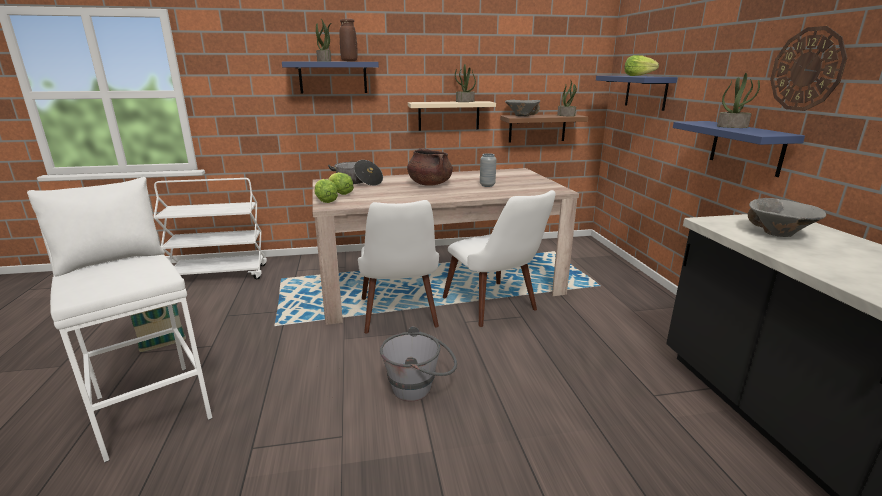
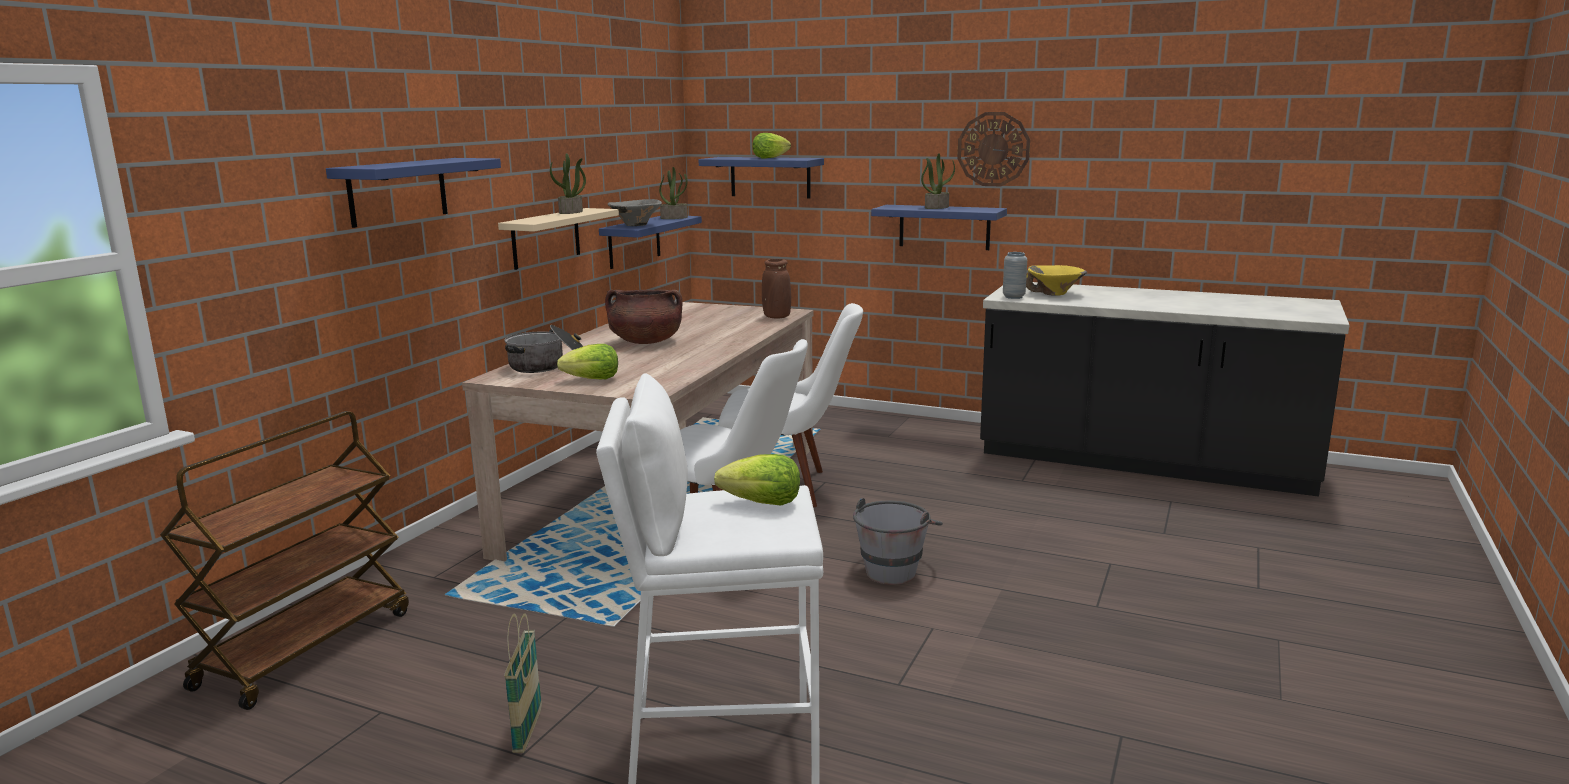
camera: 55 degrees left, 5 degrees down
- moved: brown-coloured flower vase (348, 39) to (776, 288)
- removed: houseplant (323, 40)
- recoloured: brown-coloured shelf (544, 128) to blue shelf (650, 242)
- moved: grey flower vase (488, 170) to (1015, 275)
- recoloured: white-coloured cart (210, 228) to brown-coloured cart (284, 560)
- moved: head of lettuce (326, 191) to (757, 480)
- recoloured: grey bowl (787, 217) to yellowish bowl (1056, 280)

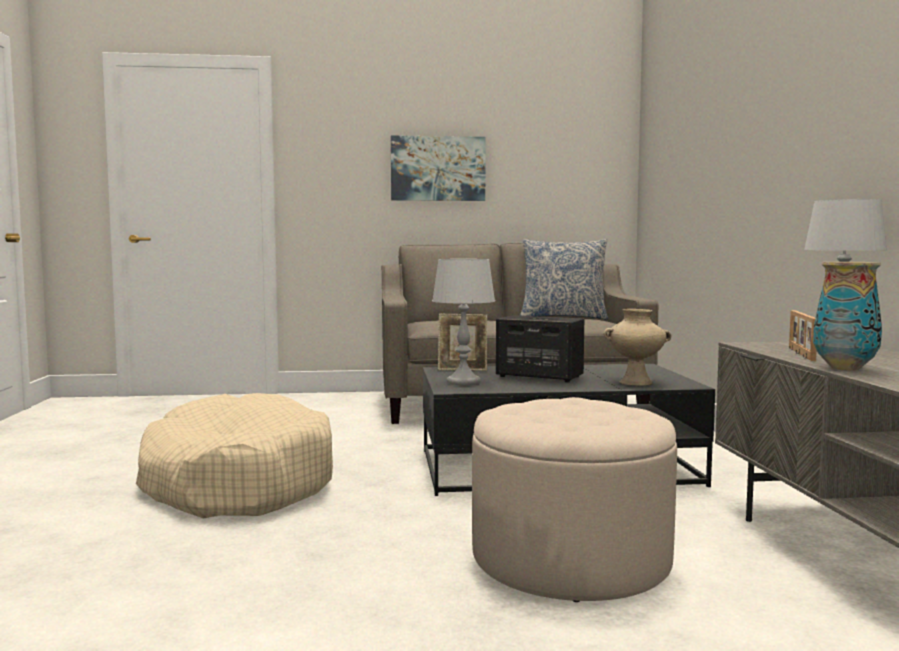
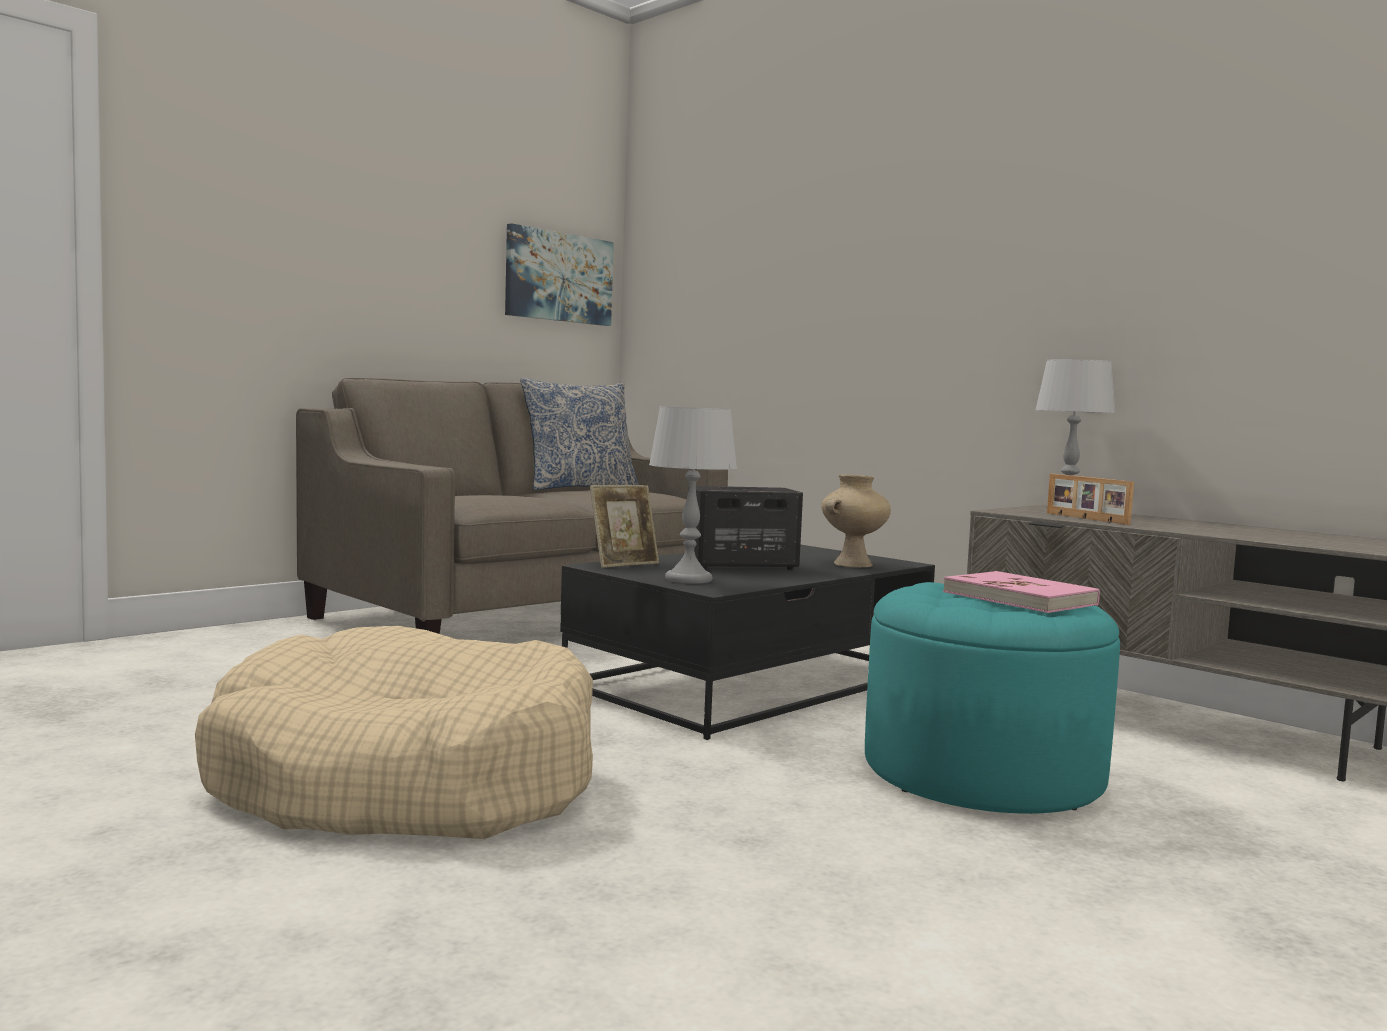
camera: 40 degrees left, 0 degrees up
- moved: wall art (438, 168) to (559, 274)
- removed: flower vase (847, 316)
- recoloured: sand-coloured pouffe (574, 499) to blue-green pouffe (992, 698)
- added: pinkish volume (1021, 592)

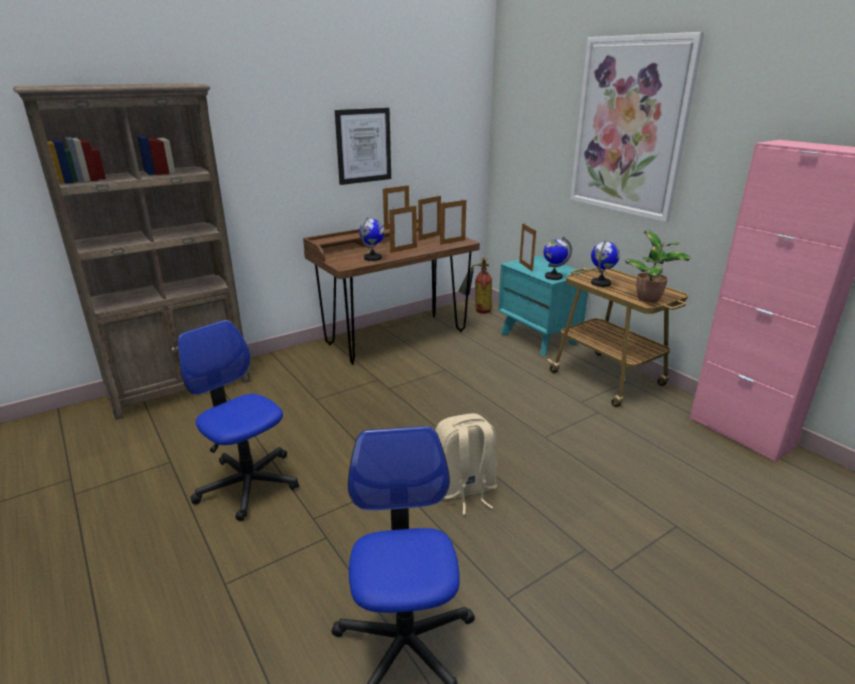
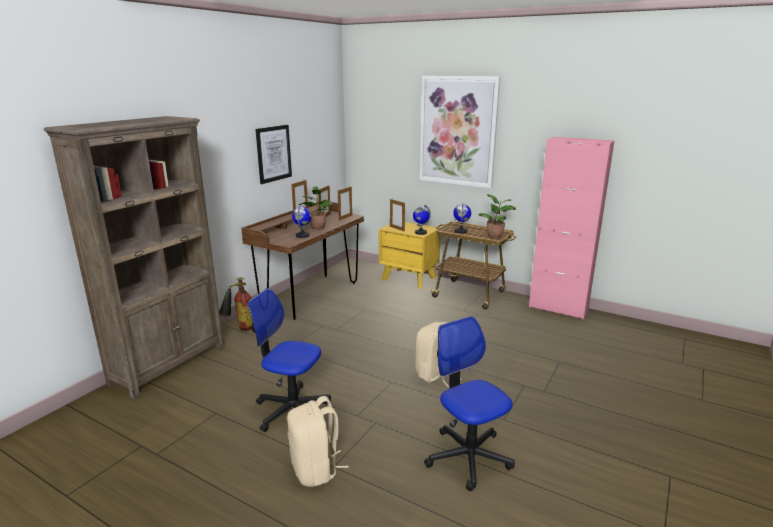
camera: 25 degrees left, 5 degrees down
- replaced: photo frame (403, 229) to houseplant (316, 208)
- recoloured: blue-green night table (543, 305) to yellowish night table (409, 255)
- moved: fire-fighting cylinder (475, 286) to (236, 304)
- added: sand-coloured rucksack (318, 441)

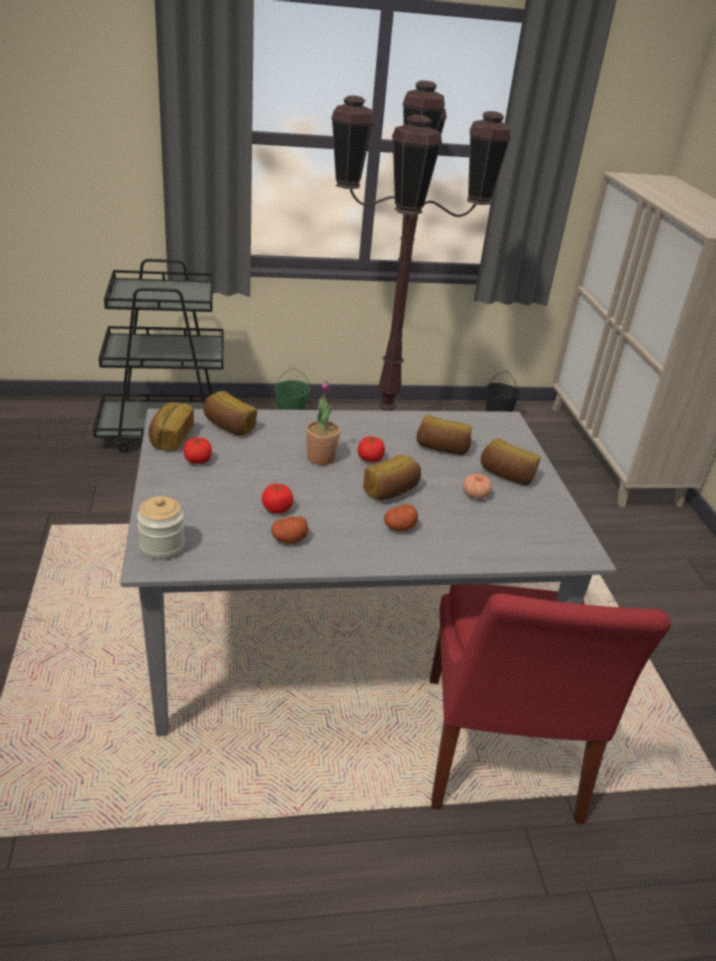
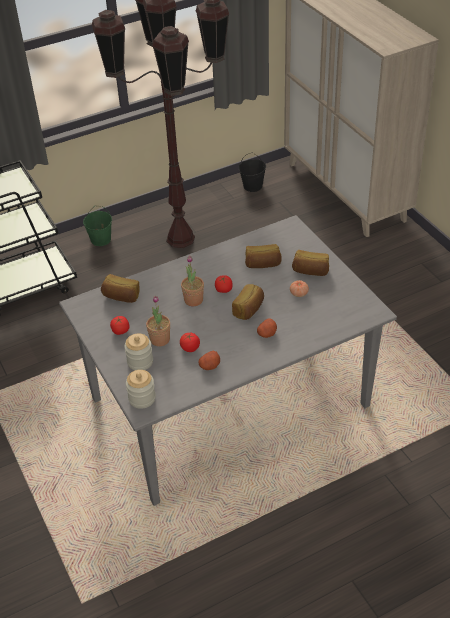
camera: 15 degrees left, 10 degrees up
- removed: bakery bread (171, 426)
- removed: red plain chair (550, 704)
- added: houseplant (158, 321)
- added: jar (138, 352)

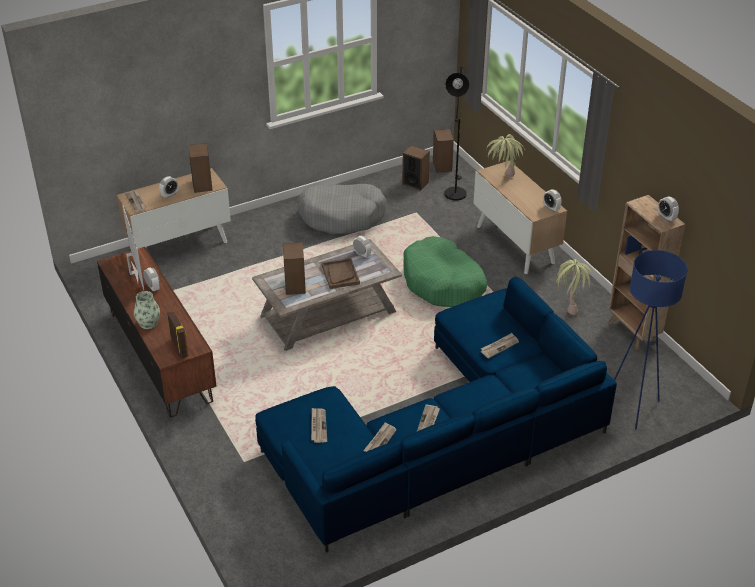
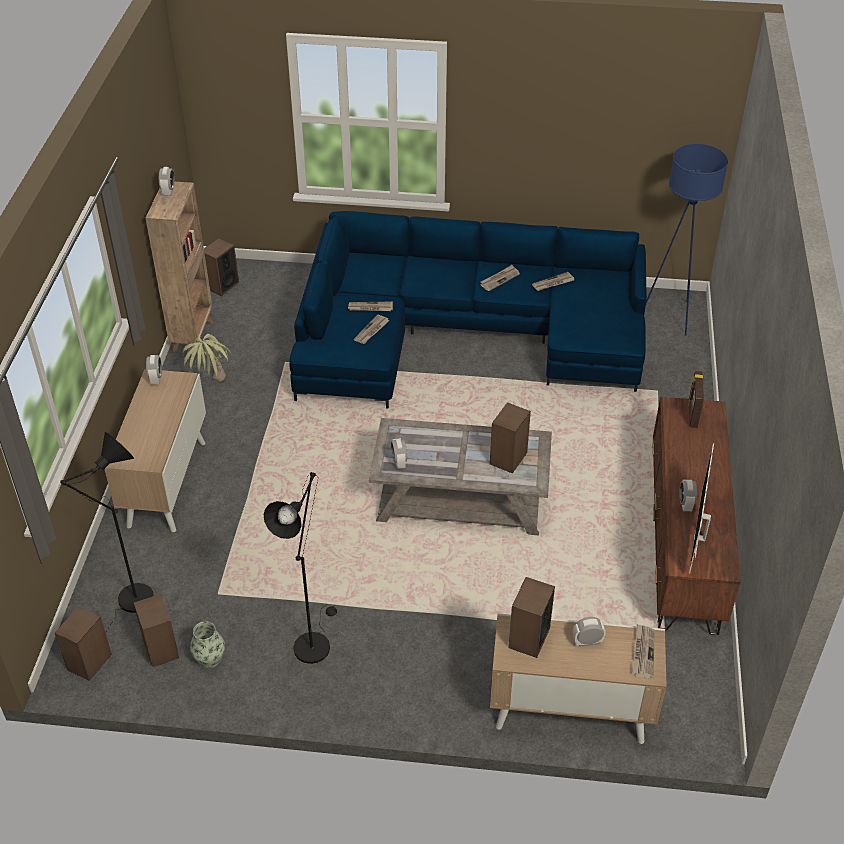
camera: 145 degrees left, 5 degrees up
- removed: houseplant (506, 155)
- replaced: grey dog bed (342, 209) to black standard lamp (300, 568)
- removed: green dog bed (445, 271)
- moved: blue standard lamp (650, 340) to (687, 240)
- removed: brown-coloured serving tray (340, 273)
- moved: flower vase (147, 310) to (207, 644)
- moved: newspaper (319, 425) to (372, 329)
- added: audio speaker (221, 267)

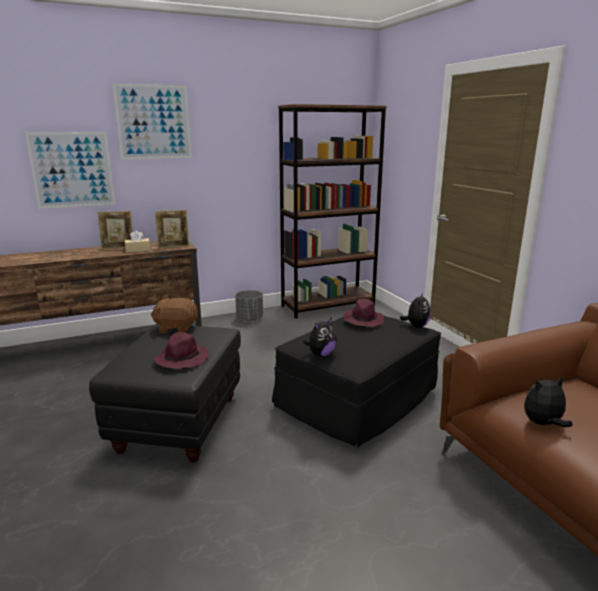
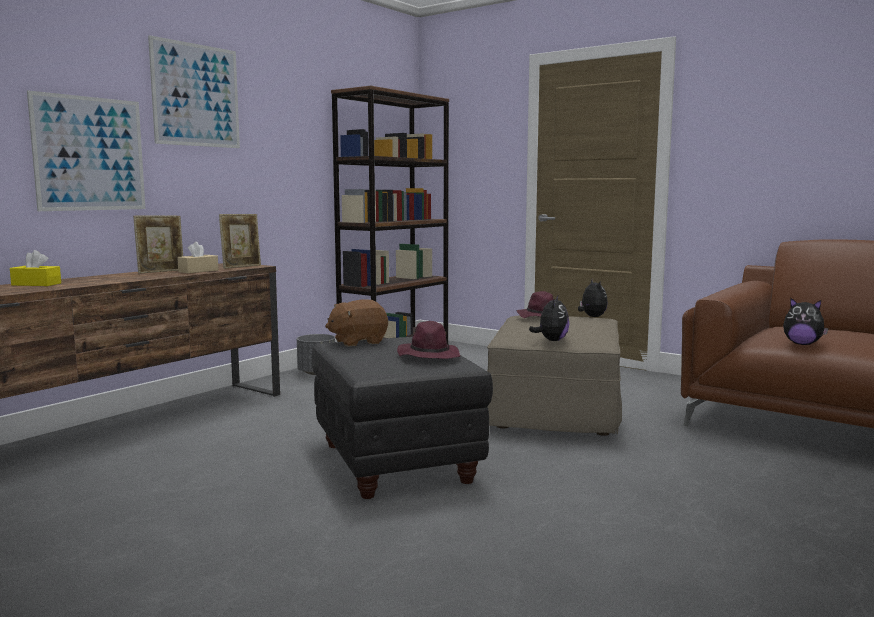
camera: 30 degrees left, 10 degrees down
- recoloured: black pouffe (356, 381) to sand-coloured pouffe (554, 375)
- turned: cuddly toy (548, 401) = (806, 321) 105 degrees counterclockwise
- added: yellowish box of tissues (35, 268)

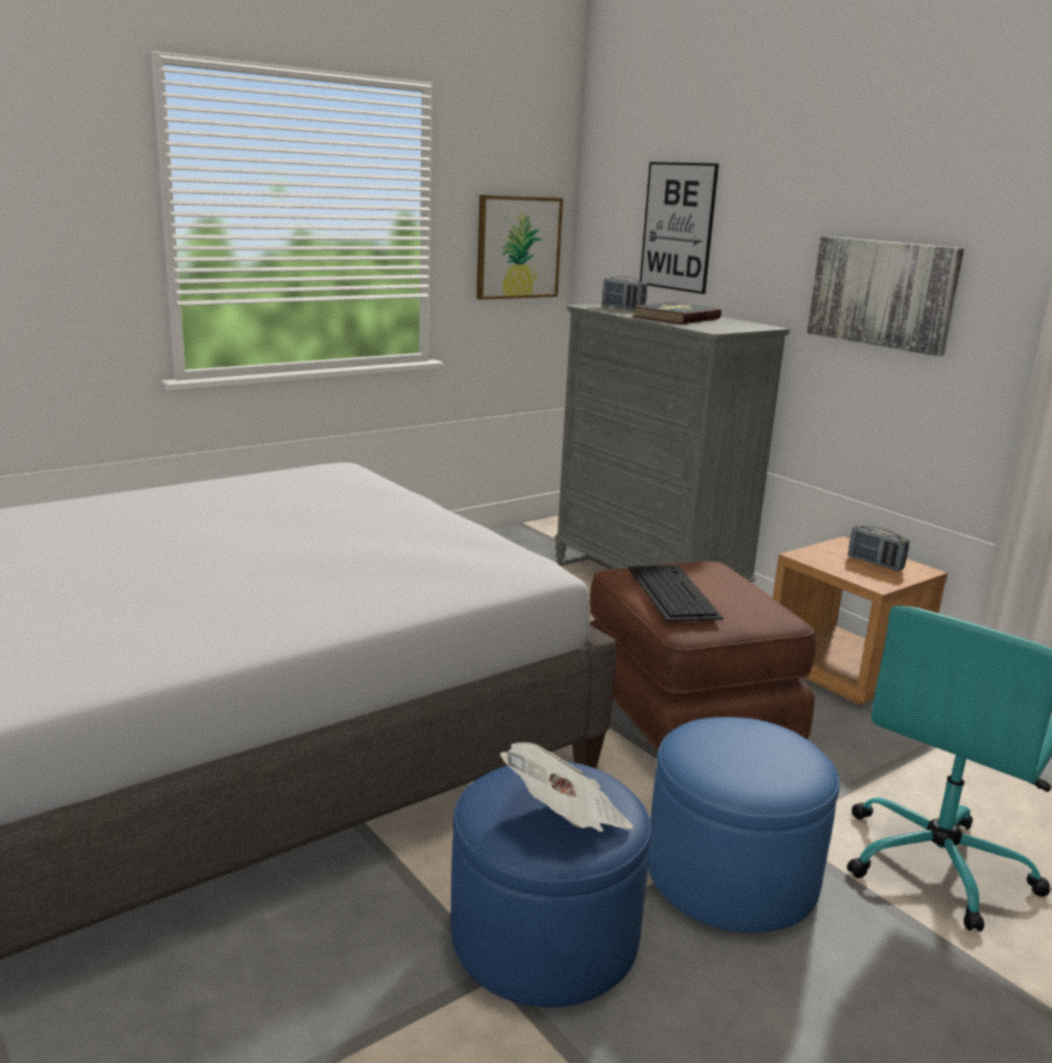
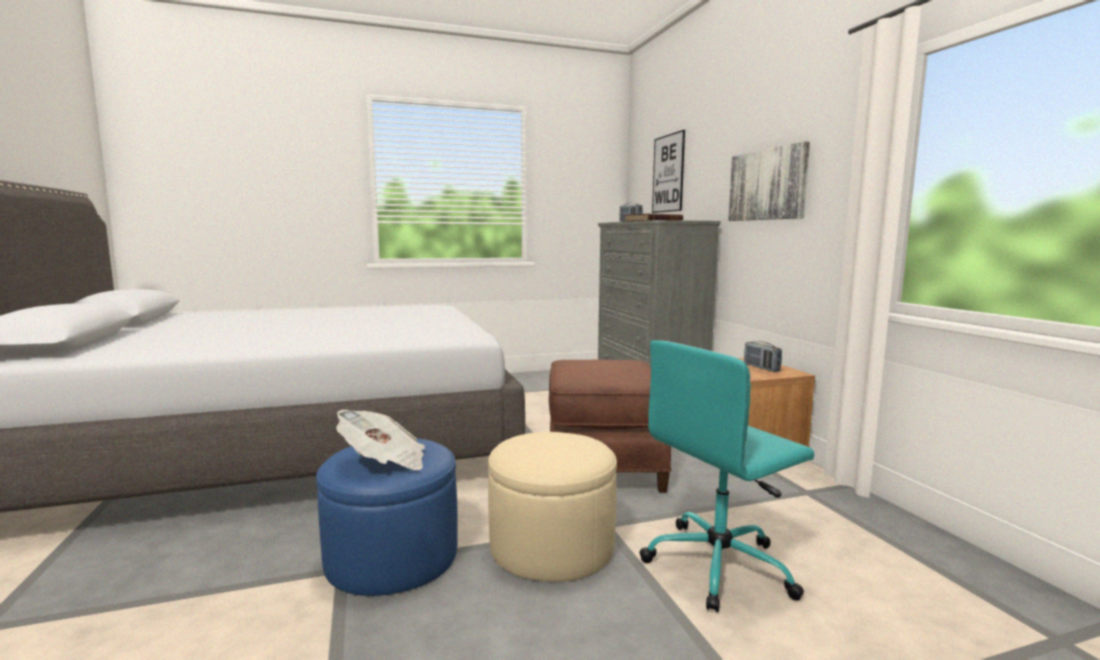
camera: 20 degrees right, 10 degrees down
- removed: wall art (520, 247)
- removed: computer keyboard (675, 593)
- recoloured: blue pouffe (744, 824) to sand-coloured pouffe (552, 507)

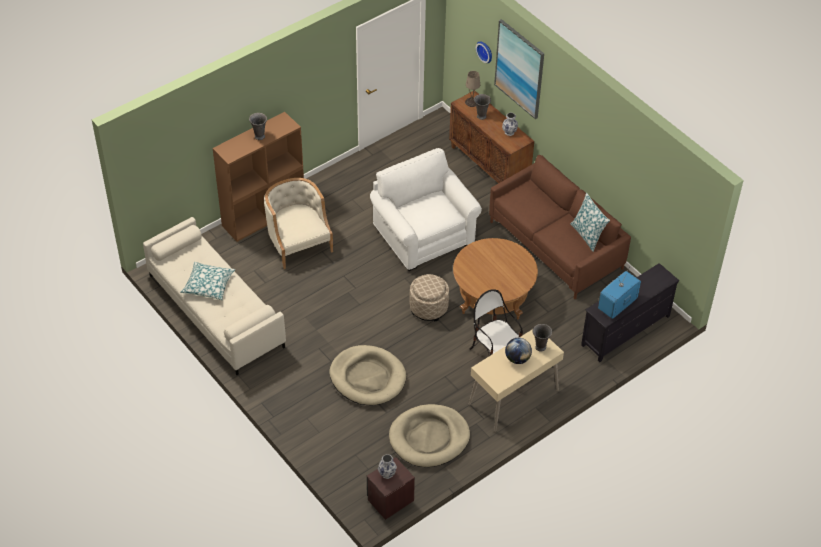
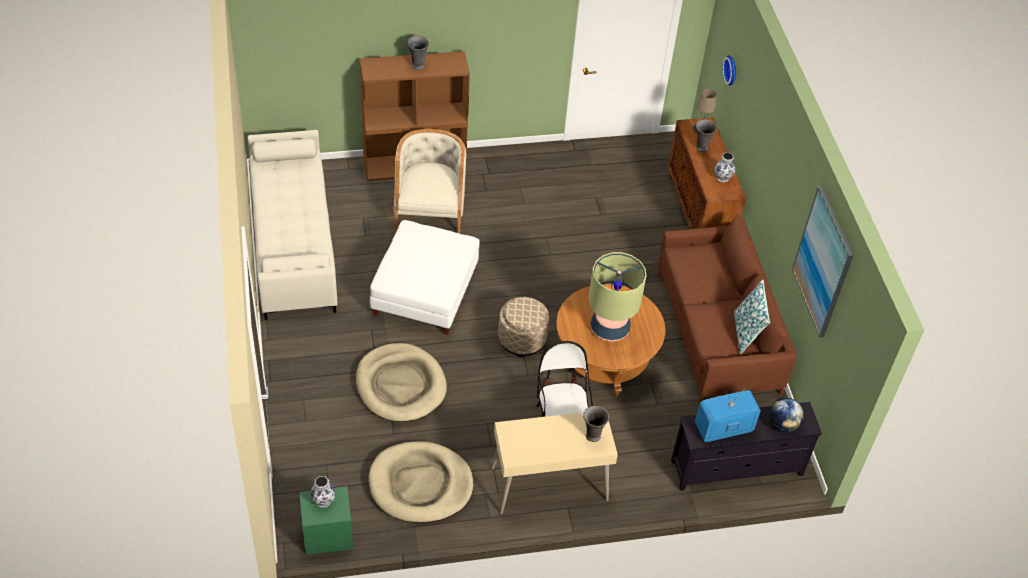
camera: 25 degrees right, 0 degrees up
- moved: wall art (519, 69) to (822, 261)
- removed: white-coloured armchair (426, 209)
- removed: pillow (208, 281)
- moved: world globe (518, 351) to (786, 415)
- recoloured: brown-coloured night table (391, 488) to green night table (326, 520)
- added: white-coloured pouffe (425, 277)
- added: lamp for a table (618, 297)

